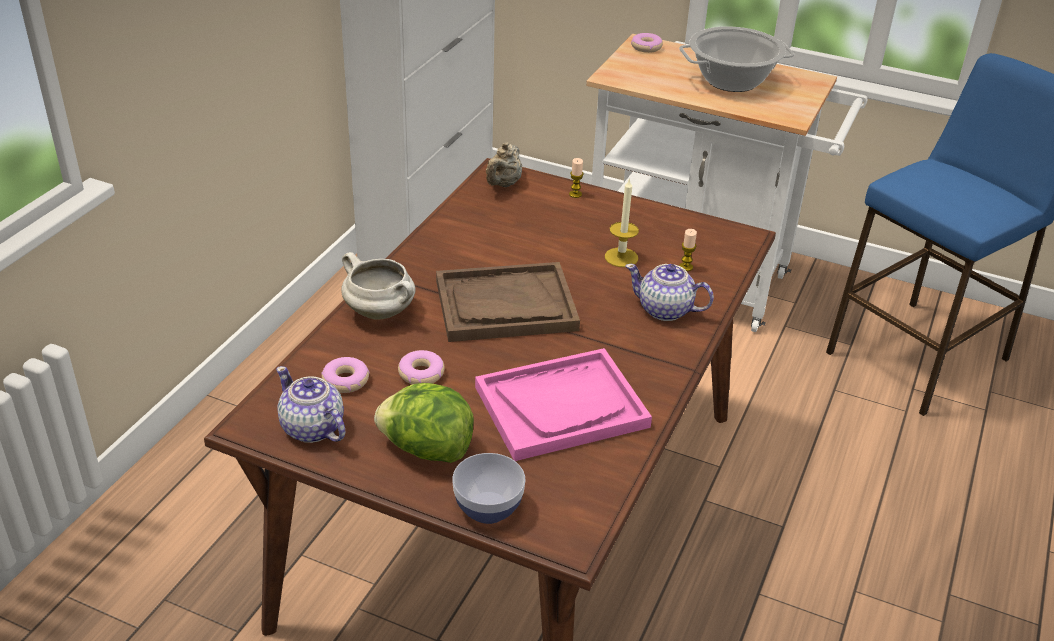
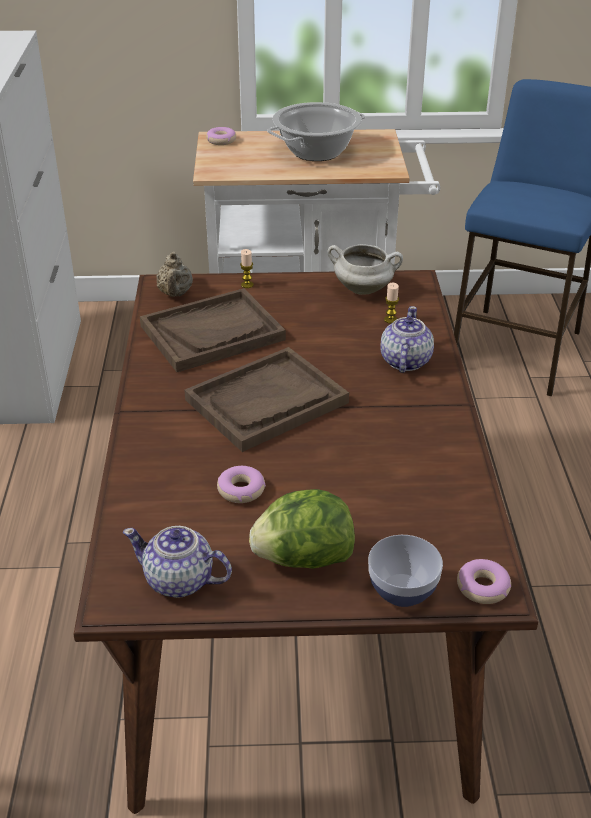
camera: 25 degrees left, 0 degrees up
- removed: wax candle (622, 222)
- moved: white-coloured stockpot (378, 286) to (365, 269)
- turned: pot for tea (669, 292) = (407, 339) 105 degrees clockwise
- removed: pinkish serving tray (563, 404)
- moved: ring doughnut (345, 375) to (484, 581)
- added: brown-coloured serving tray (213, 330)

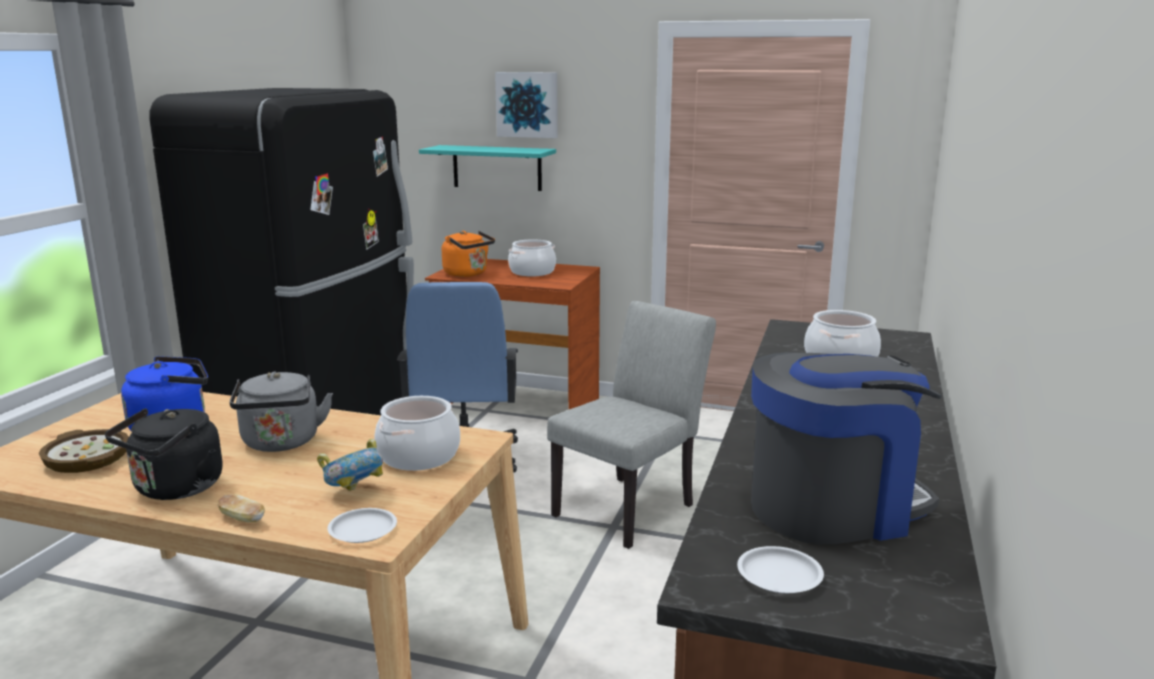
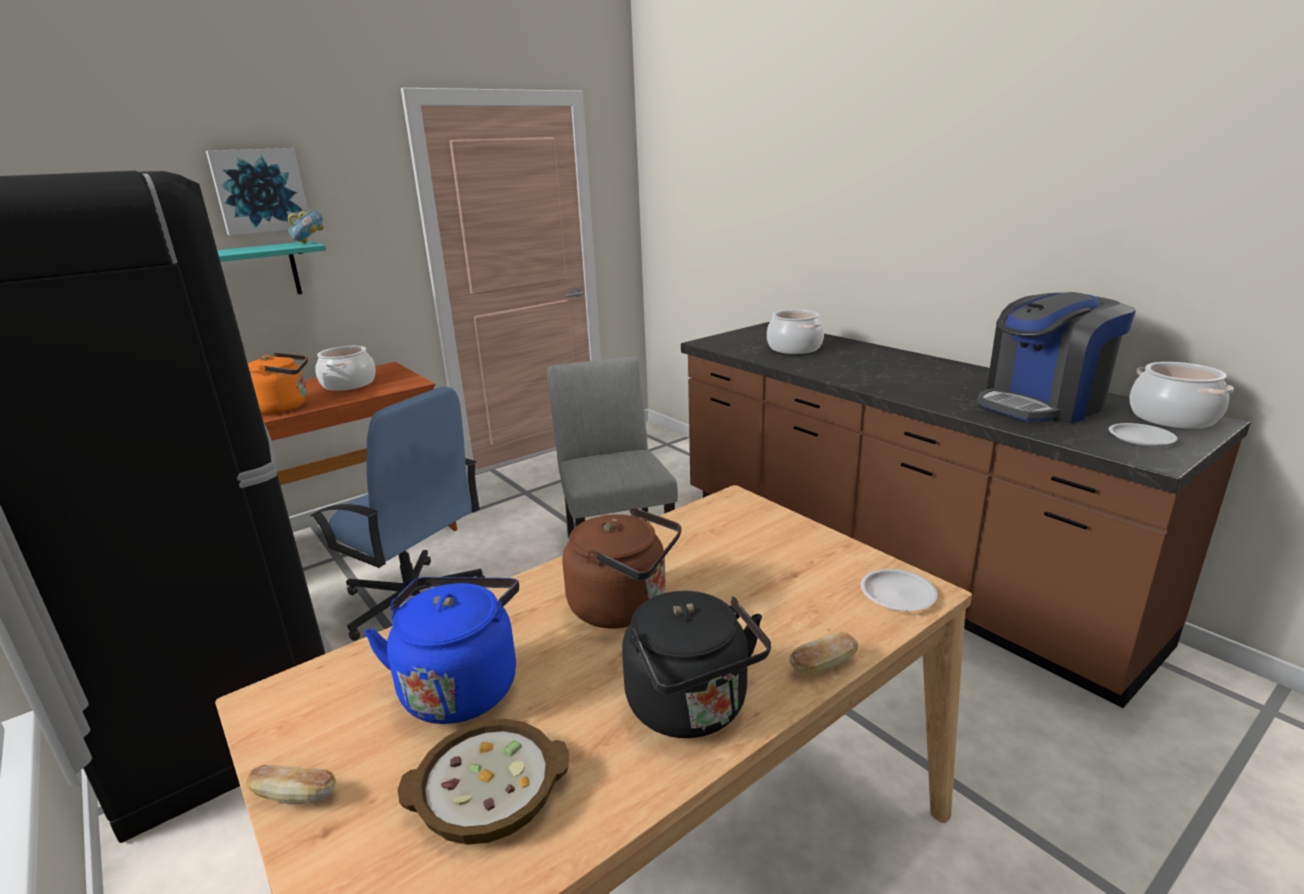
camera: 55 degrees left, 5 degrees up
- turned: coffee brewer (846, 448) = (1056, 358) 135 degrees counterclockwise
- recoloured: grey tea kettle (281, 411) to brown-coloured tea kettle (622, 567)
- moved: stockpot (417, 433) to (1182, 395)
- moved: bowl (350, 465) to (306, 226)
- added: bakery bread (290, 784)

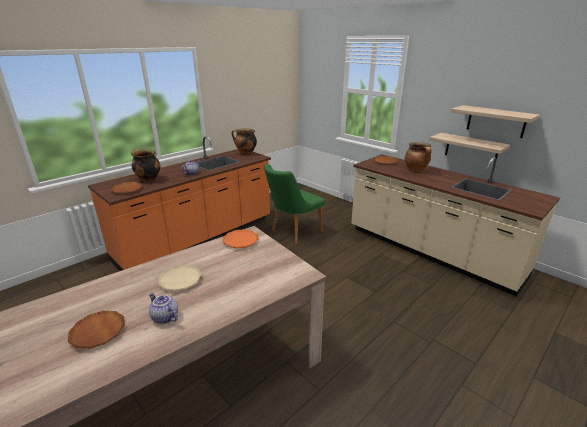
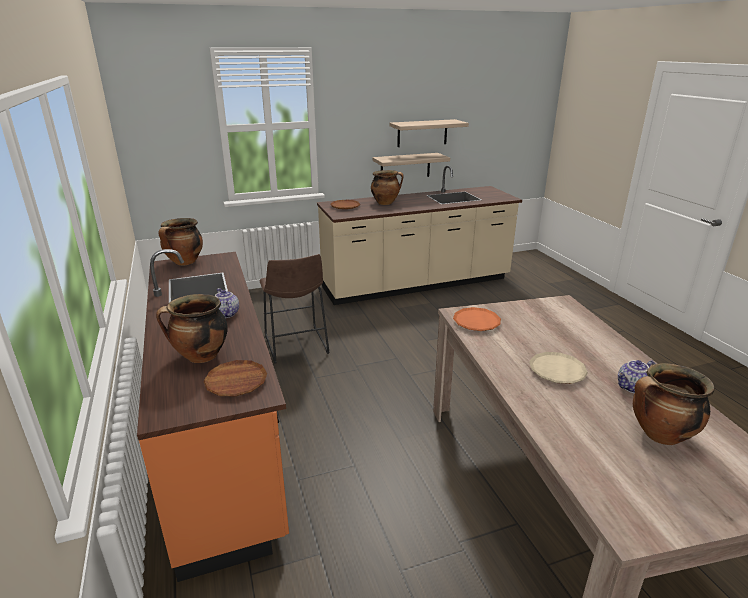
camera: 65 degrees left, 0 degrees up
- replaced: green plain chair (294, 203) to brown-coloured sitting stool (294, 309)
- replaced: brown-coloured plate (96, 330) to stockpot (673, 404)

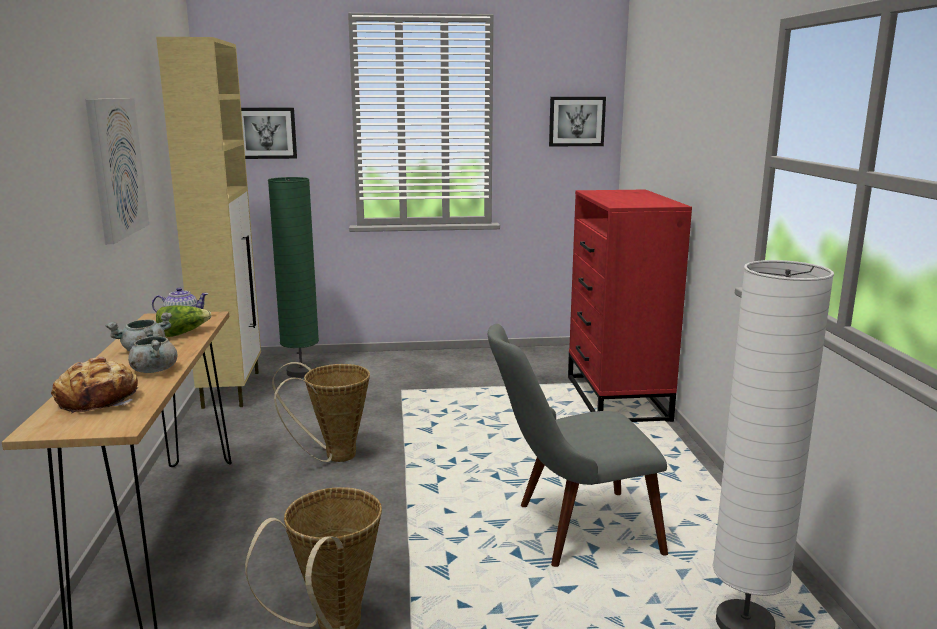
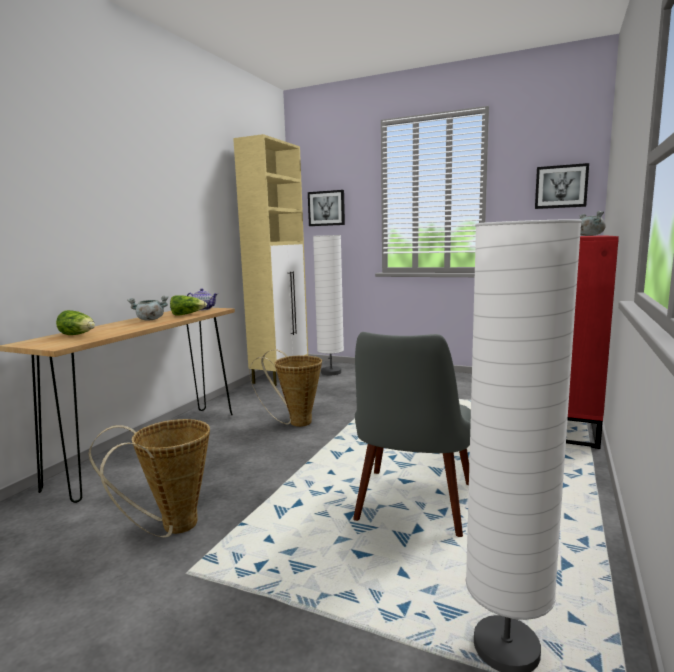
camera: 30 degrees right, 5 degrees down
- removed: wall art (117, 171)
- recoloured: green standard lamp (293, 277) to white-coloured standard lamp (328, 305)
- turned: grey plain chair (578, 445) = (412, 434) 90 degrees counterclockwise
- moved: grey stockpot (153, 350) to (592, 223)
- replaced: bakery bread (94, 385) to head of lettuce (75, 322)

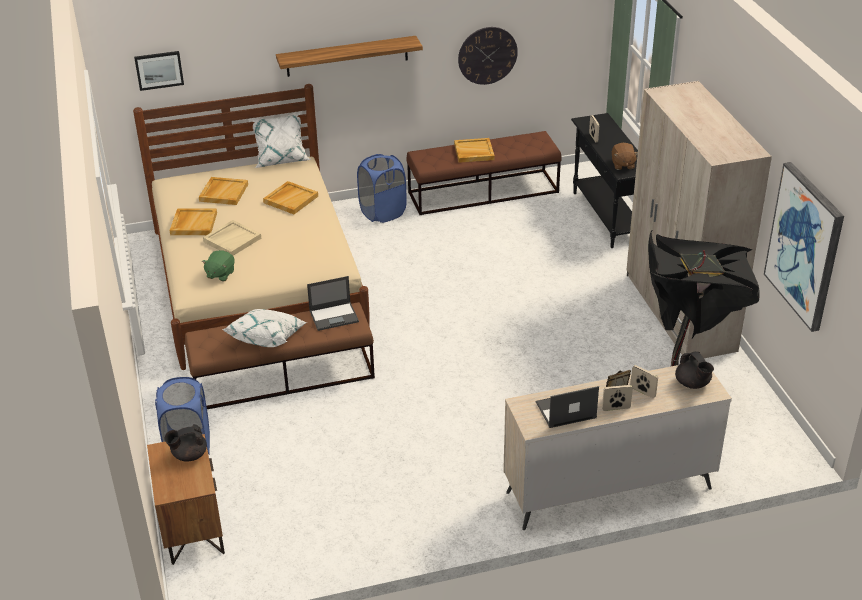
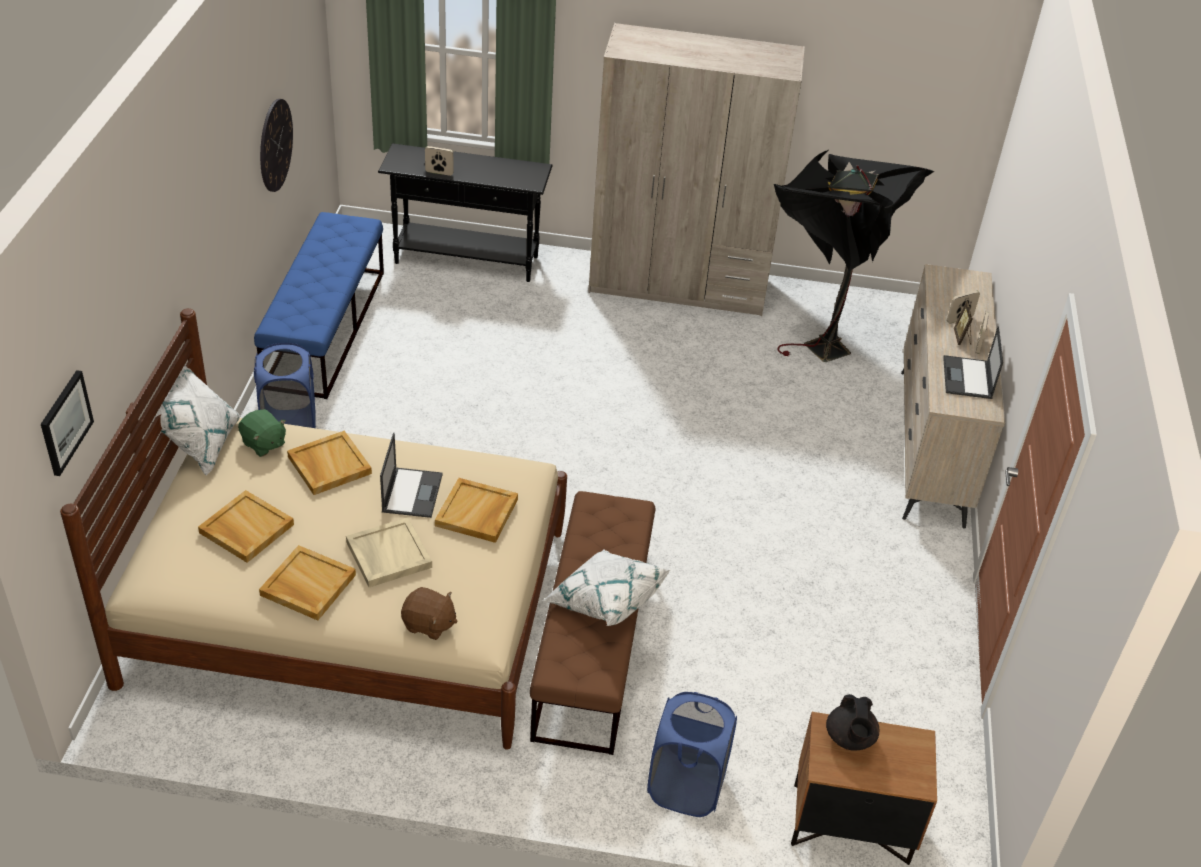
camera: 70 degrees left, 5 degrees up
- removed: shelf (349, 56)
- recoloured: brown-coloured indoor bench (483, 173) to blue indoor bench (319, 305)
- moved: sand-coloured serving tray (474, 150) to (476, 510)
- moved: brown-coloured cuddly toy (625, 156) to (429, 613)
- removed: wall art (804, 247)
- moved: green cuddly toy (218, 265) to (262, 433)
- moved: notebook computer (333, 303) to (411, 475)
- removed: black pot for tea (694, 370)

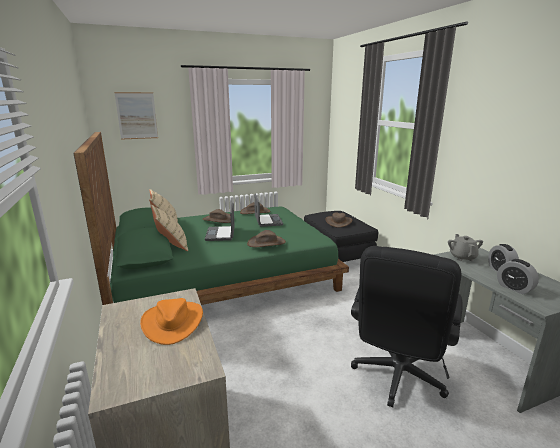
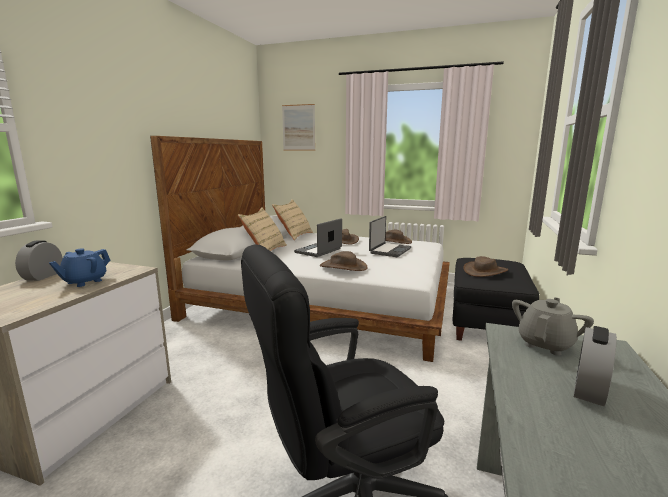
camera: 40 degrees right, 5 degrees down
- recoloured: green bed (211, 218) to white-coloured bed (300, 249)
- moved: table clock (518, 276) to (39, 260)
- replaced: orangey clothing hat (171, 321) to blue pot for tea (80, 267)

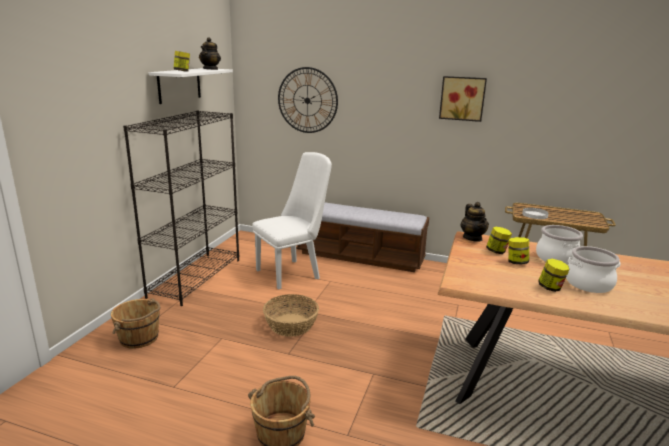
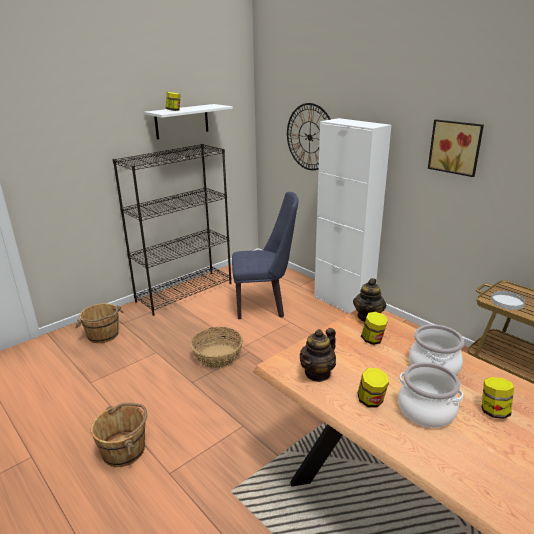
camera: 30 degrees right, 5 degrees up
- moved: pot for tea (210, 53) to (317, 355)
- recoloured: white-coloured plain chair (292, 220) to blue plain chair (265, 255)
- replaced: indoor bench (362, 237) to white-coloured cabinet (352, 215)
- moved: jar (518, 250) to (498, 398)

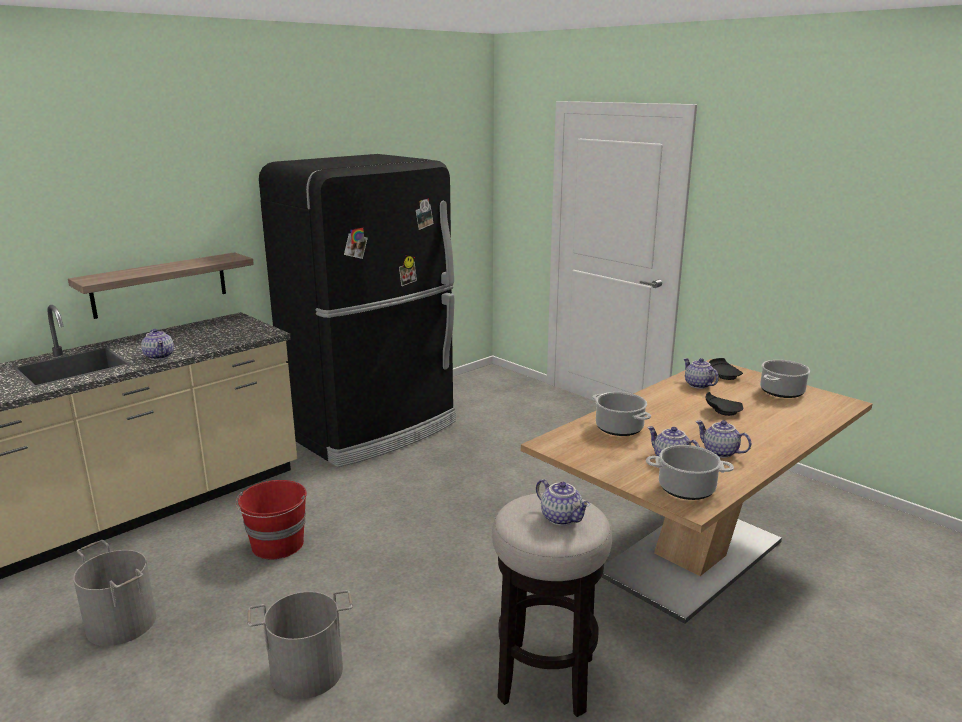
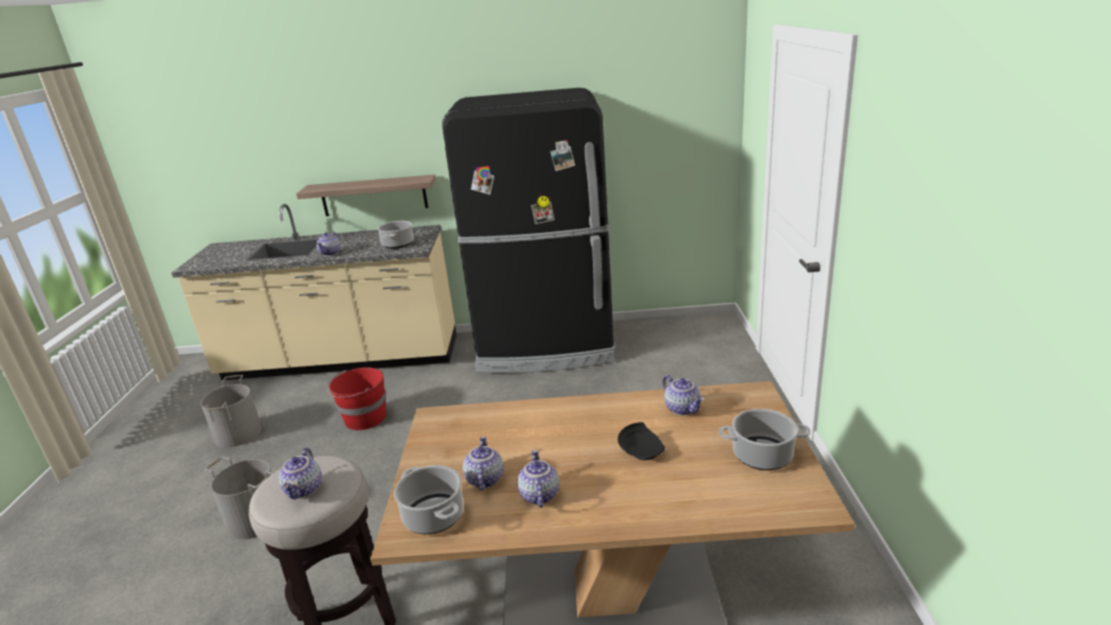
camera: 45 degrees right, 5 degrees up
- turned: pot for tea (701, 373) = (683, 395) 135 degrees clockwise
- removed: black plate (726, 369)
- moved: stockpot (622, 414) to (395, 235)

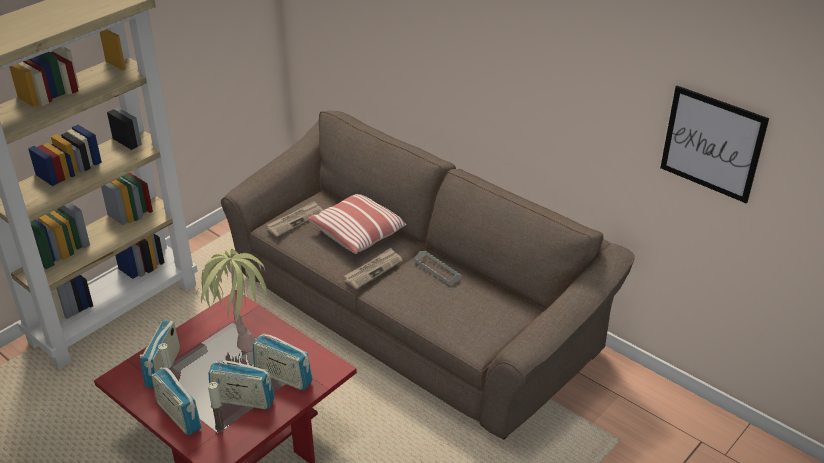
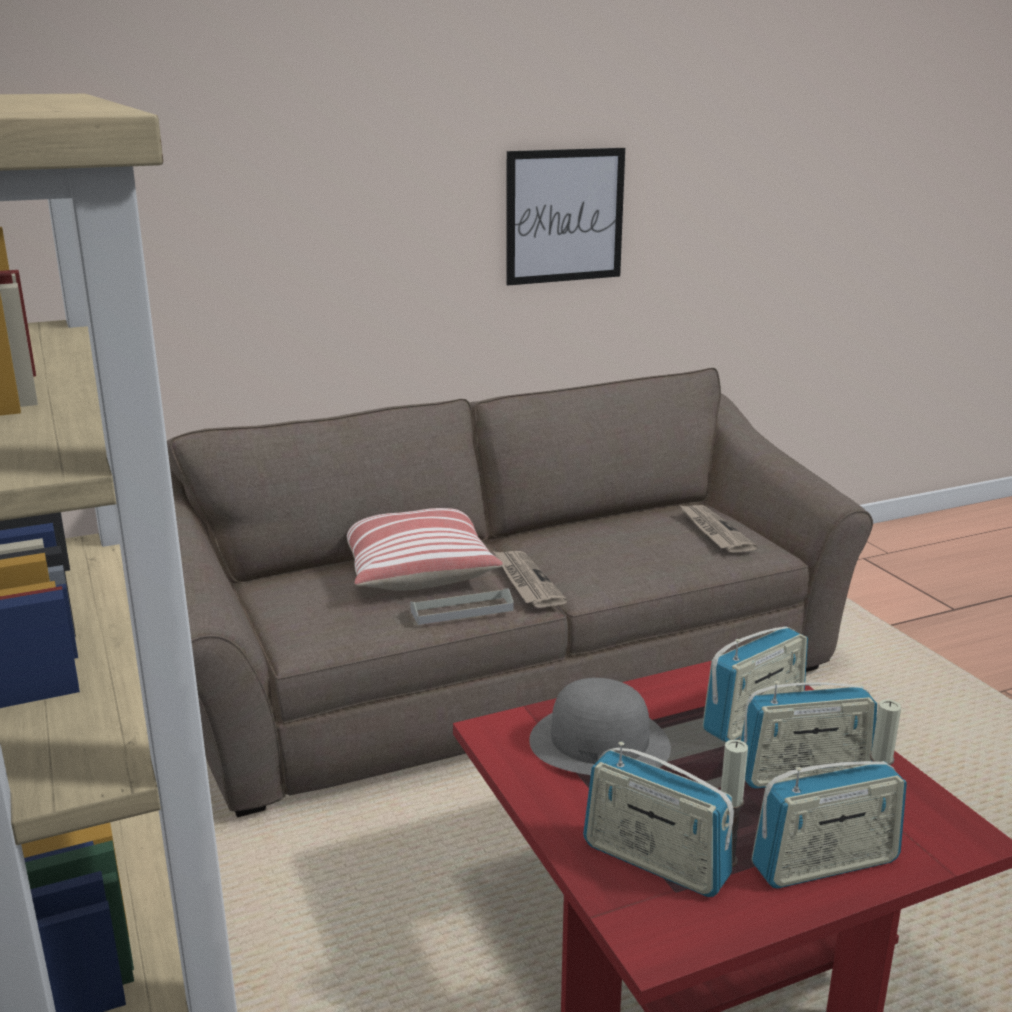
camera: 65 degrees left, 15 degrees down
- moved: wall art (714, 144) to (565, 216)
- moved: newspaper (295, 219) to (719, 529)
- replaced: houseplant (232, 300) to grey clothing hat (600, 726)
- moved: grey serving tray (438, 268) to (462, 606)
- turned: radio set (241, 385) = (808, 734) 45 degrees clockwise

